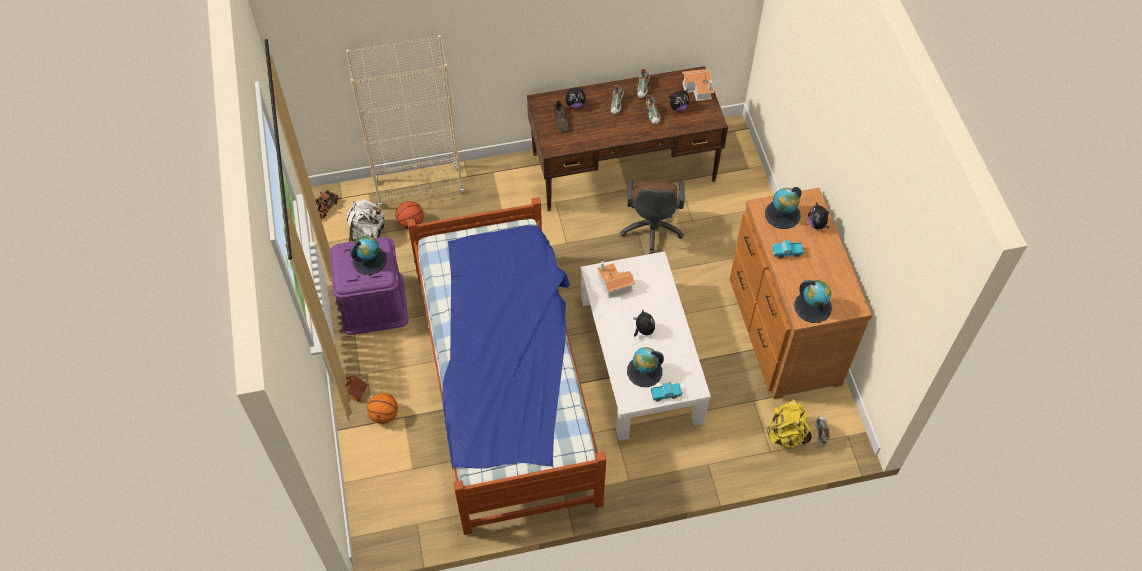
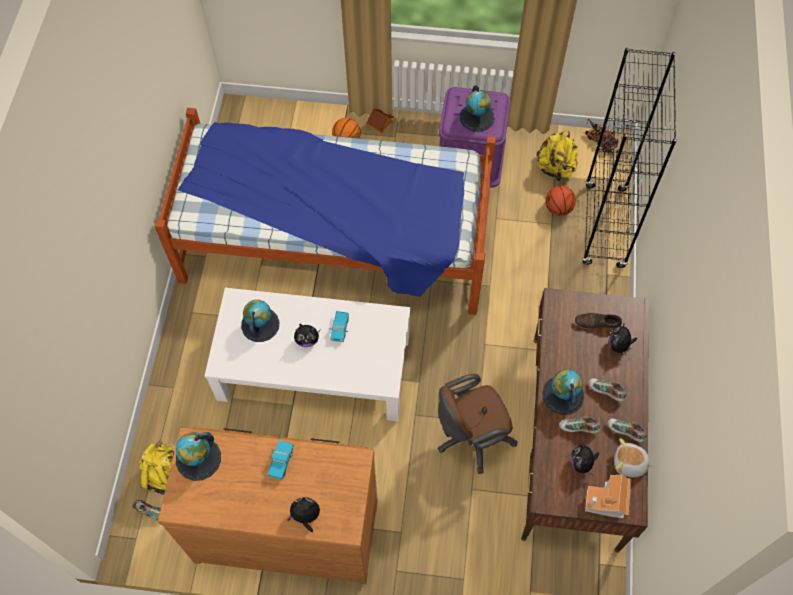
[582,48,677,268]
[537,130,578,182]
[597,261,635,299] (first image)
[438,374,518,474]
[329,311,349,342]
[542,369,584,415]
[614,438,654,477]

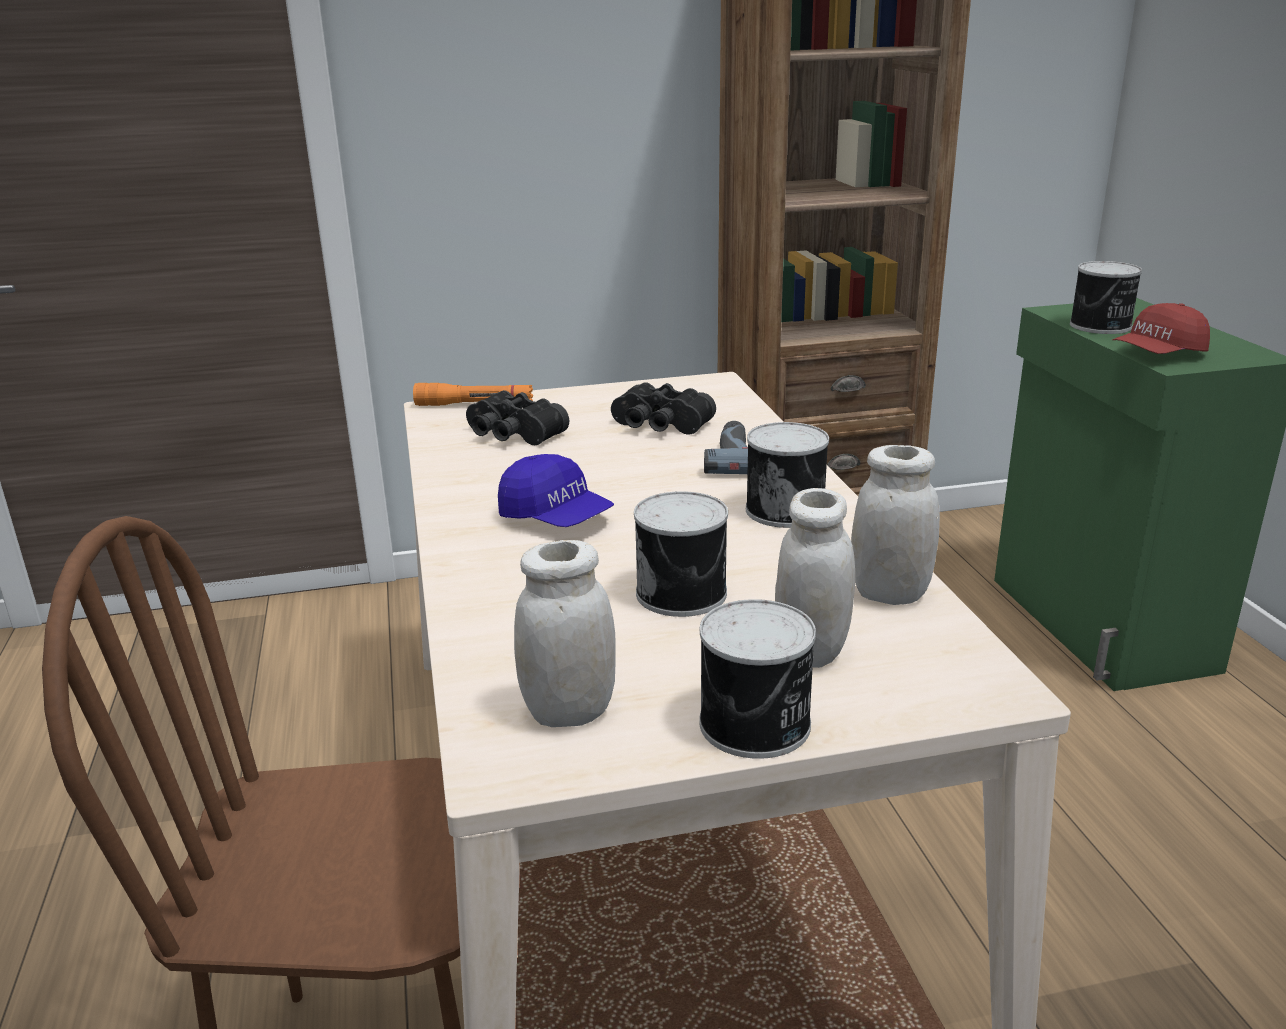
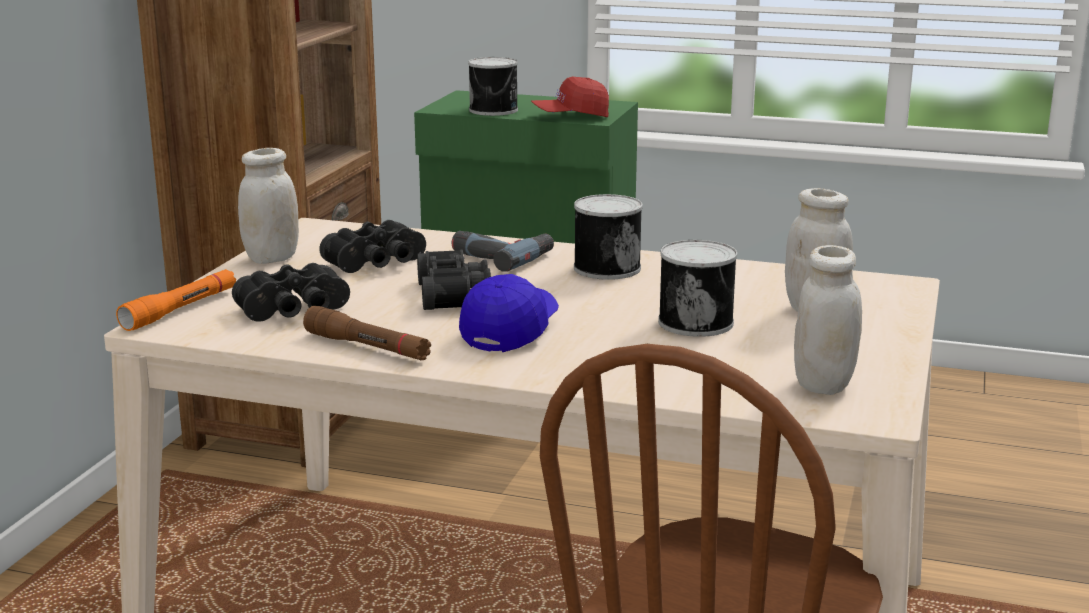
[459,274,559,352]
[699,599,816,759] (first image)
[238,148,299,264]
[531,77,609,117]
[303,306,431,360]
[417,250,491,310]

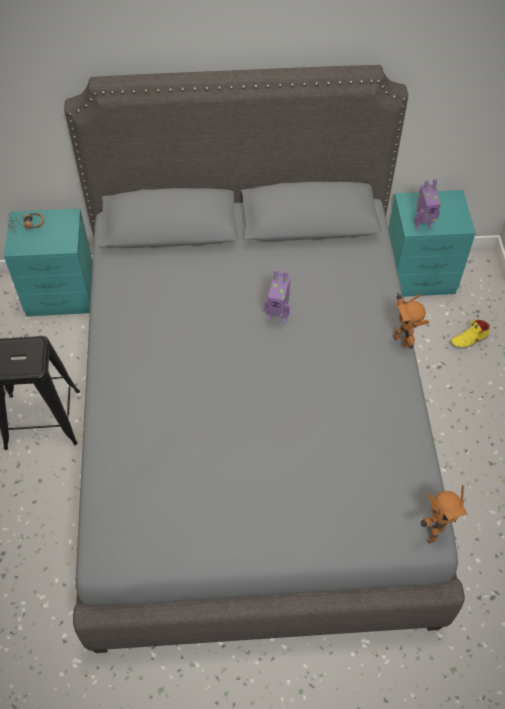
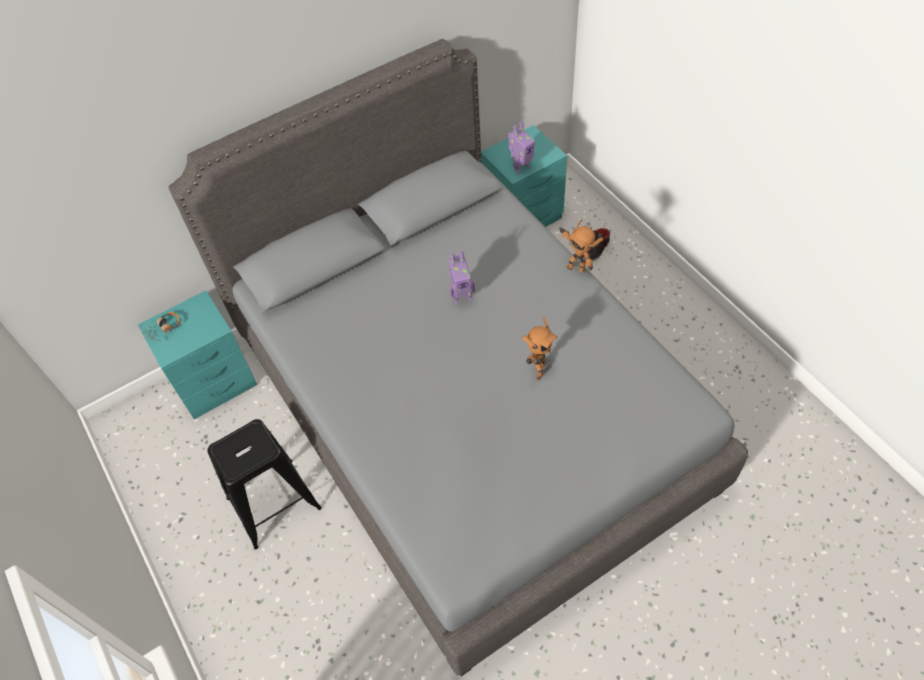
[522,317,558,380]
[583,228,610,262]

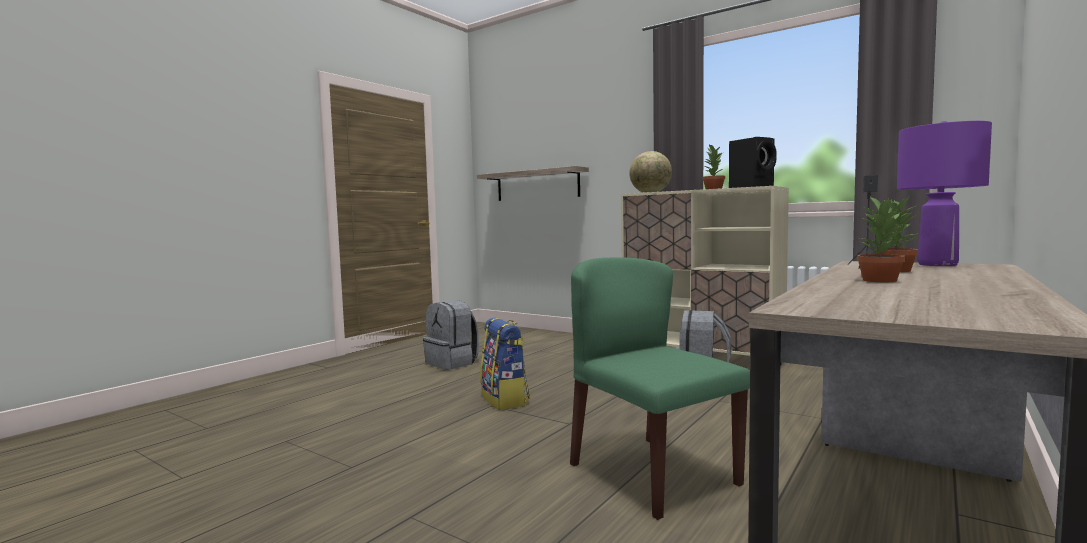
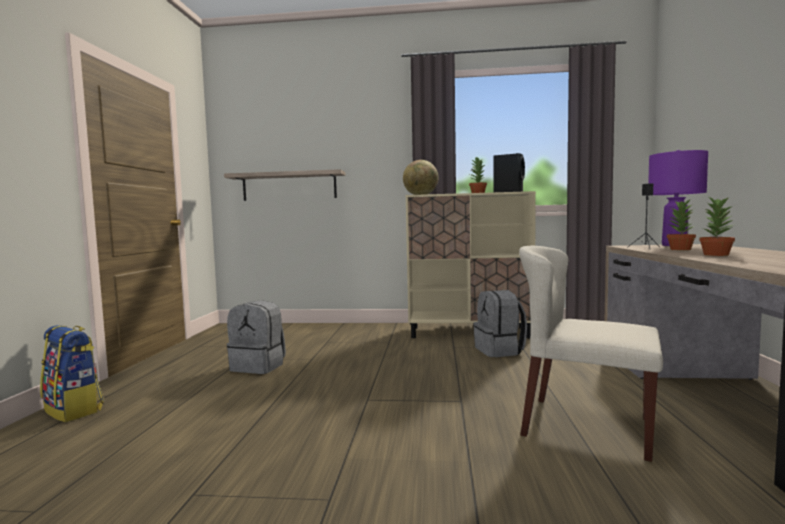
[40,325,104,422]
[519,246,663,462]

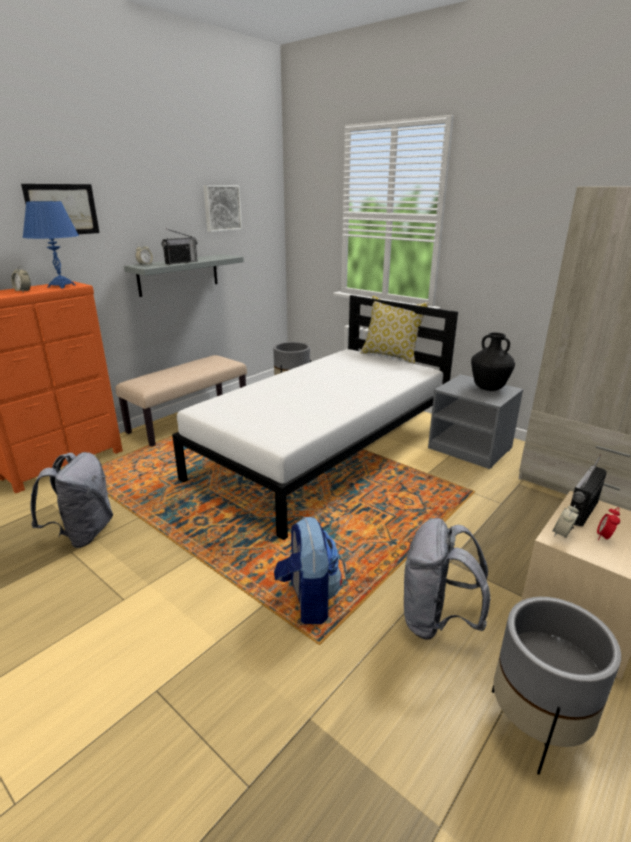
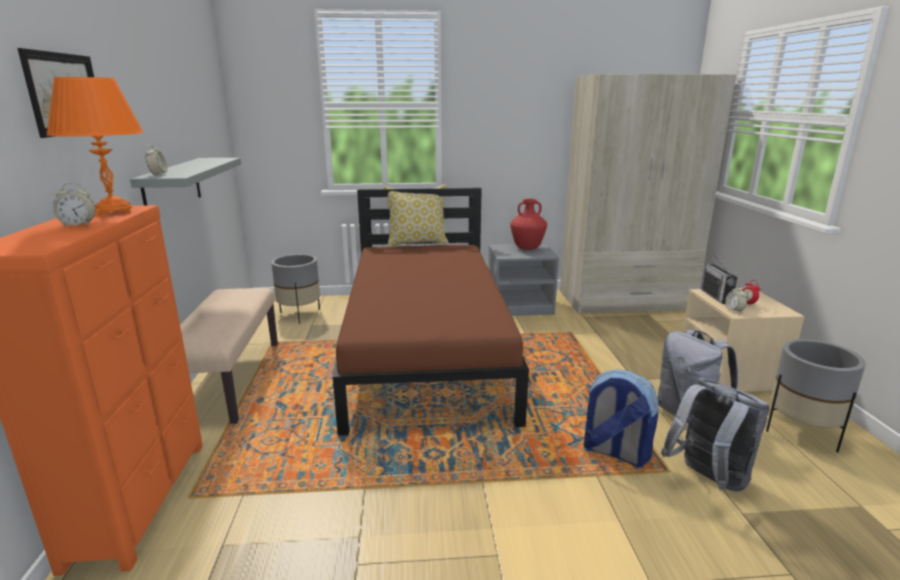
[46,77,144,216]
[661,378,770,492]
[161,229,198,265] (first image)
[333,188,529,435]
[203,185,242,232] (first image)
[510,199,547,250]

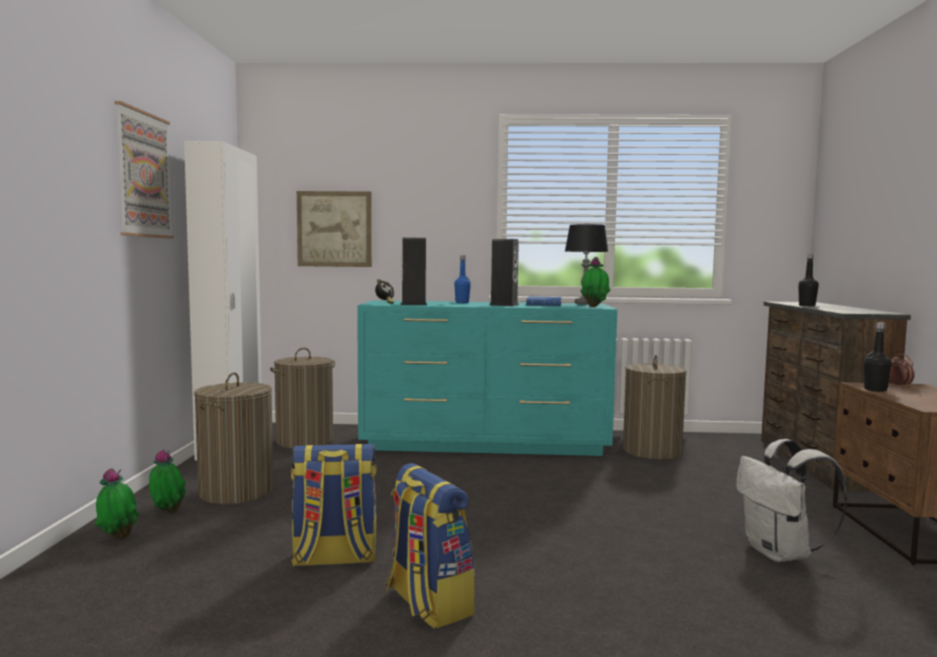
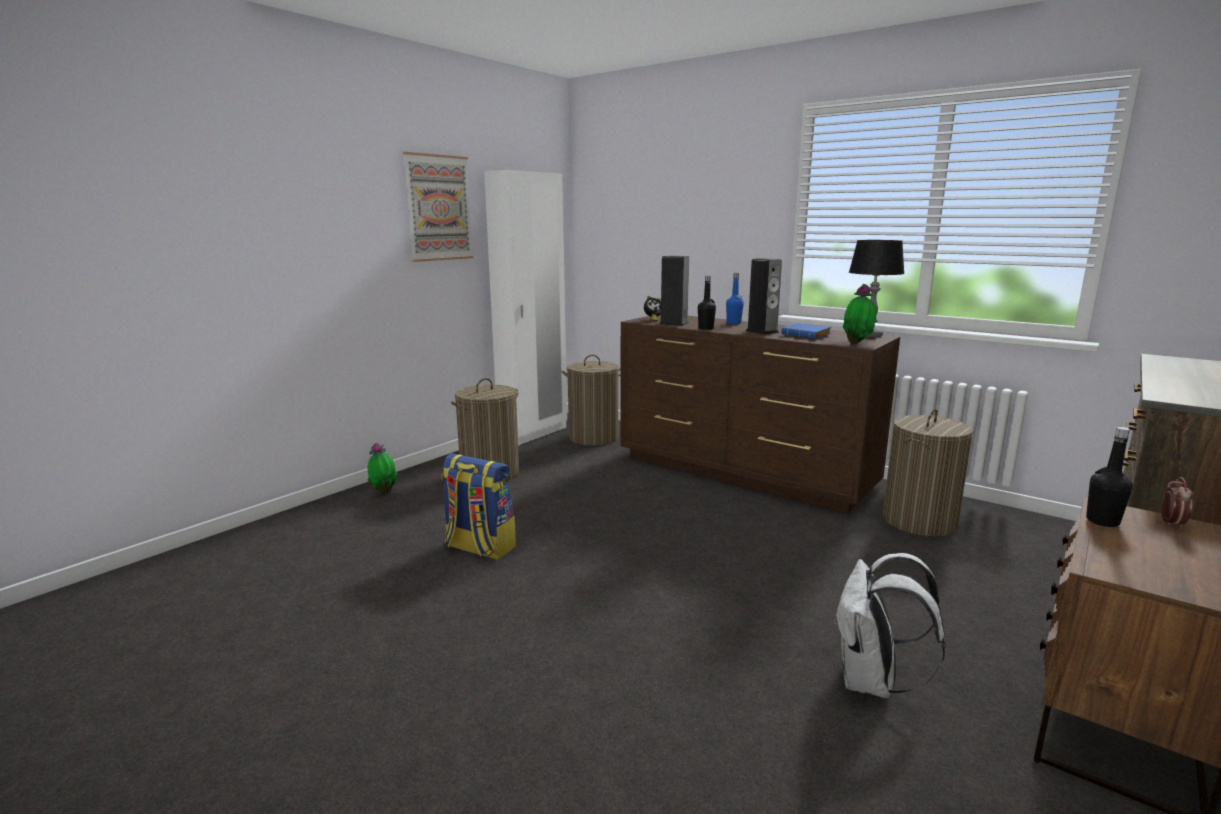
[149,450,186,513] (first image)
[297,191,372,267] (first image)
[620,314,900,513]
[386,463,475,629] (first image)
[698,276,716,330]

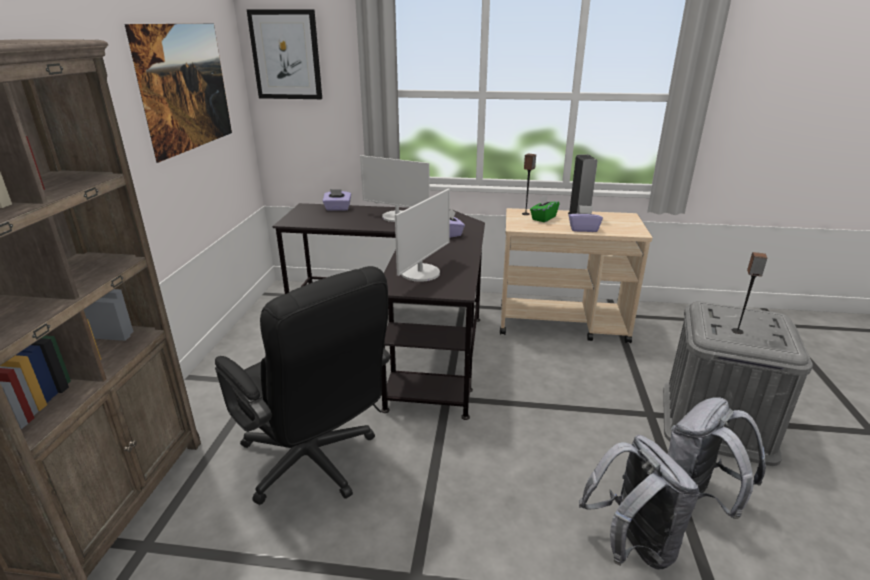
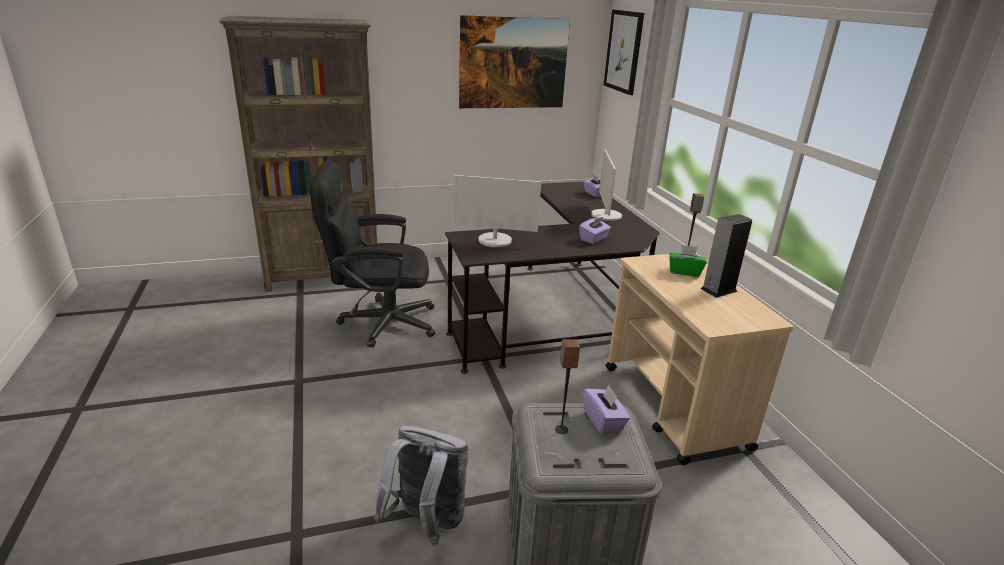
[310,160,435,348]
[583,385,630,435]
[579,435,700,570] (first image)

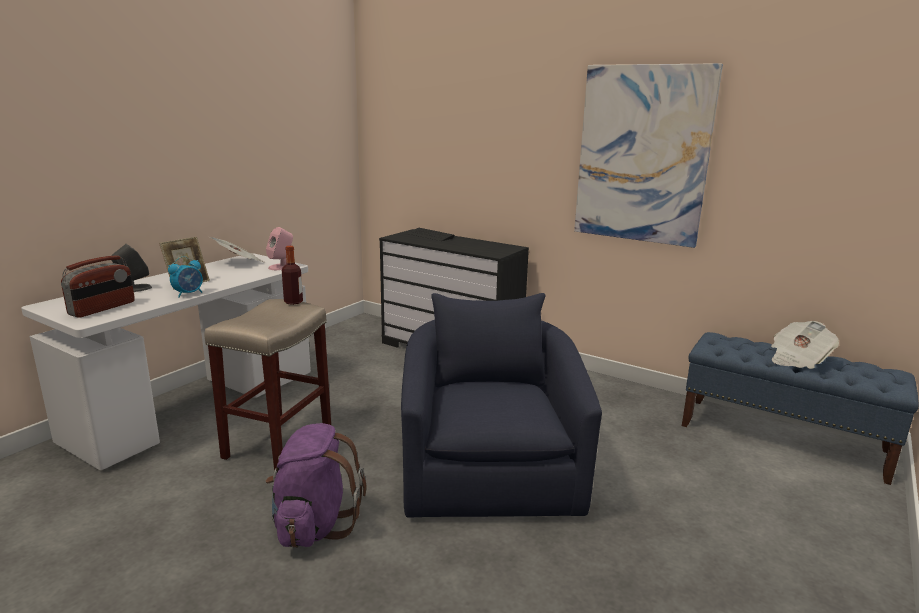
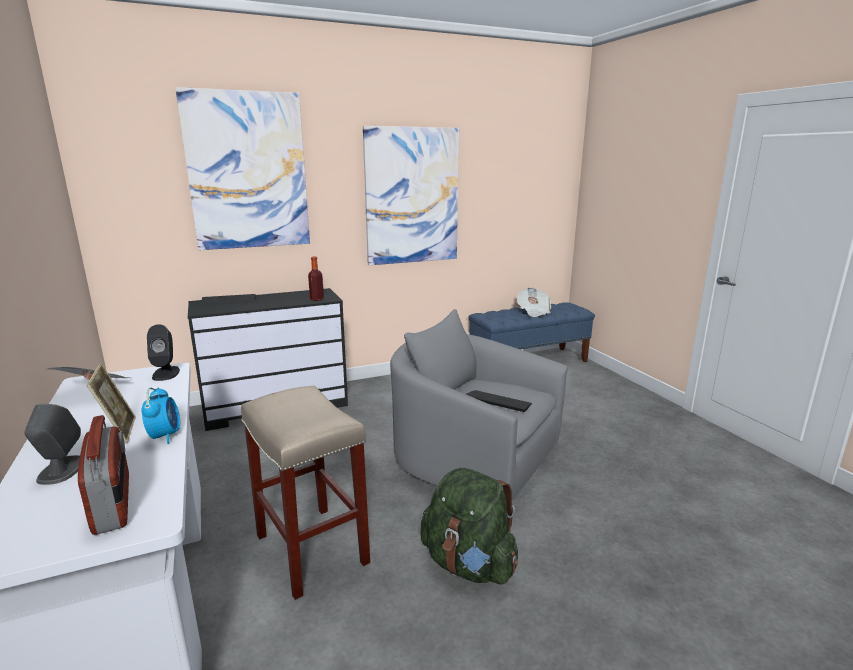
[147,324,180,381]
[420,468,518,585]
[308,256,324,301]
[390,309,568,501]
[175,87,310,250]
[466,390,532,412]

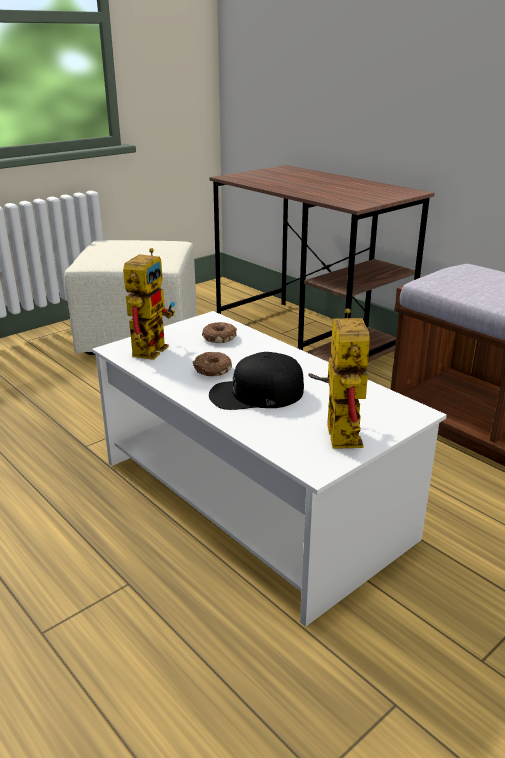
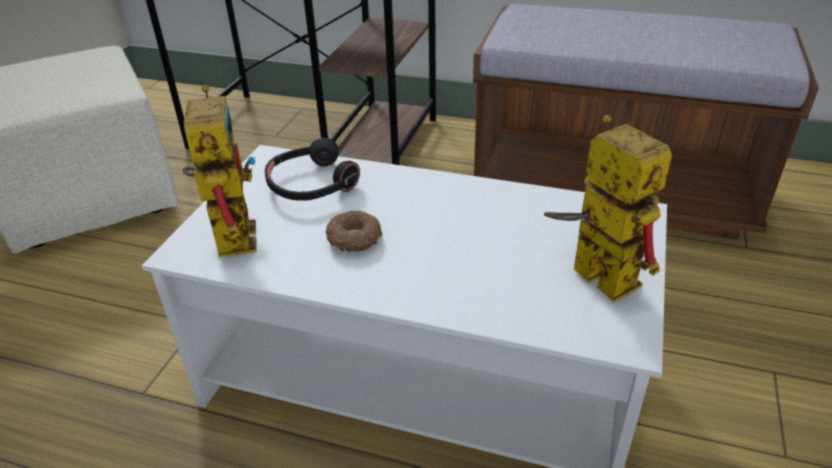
[265,138,360,201]
[209,352,304,410] (first image)

